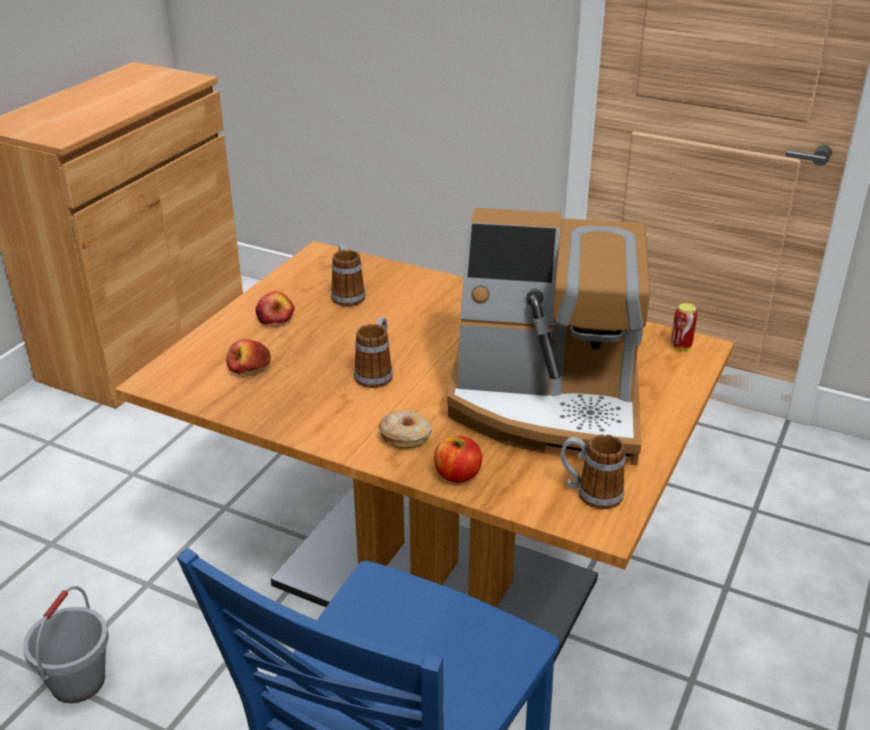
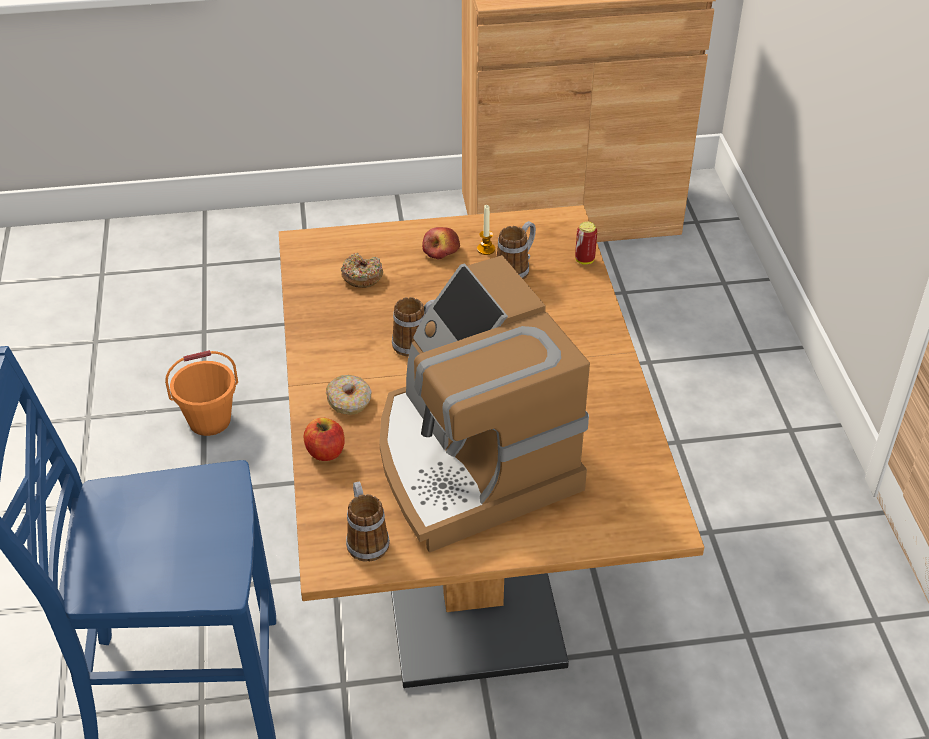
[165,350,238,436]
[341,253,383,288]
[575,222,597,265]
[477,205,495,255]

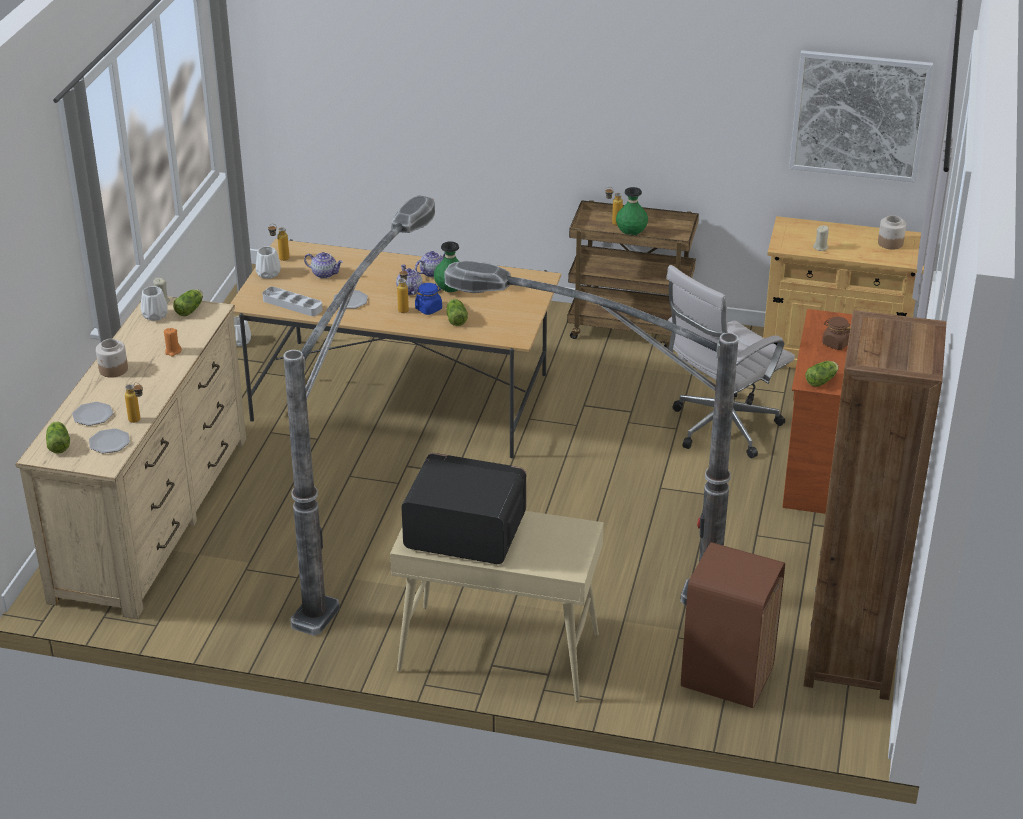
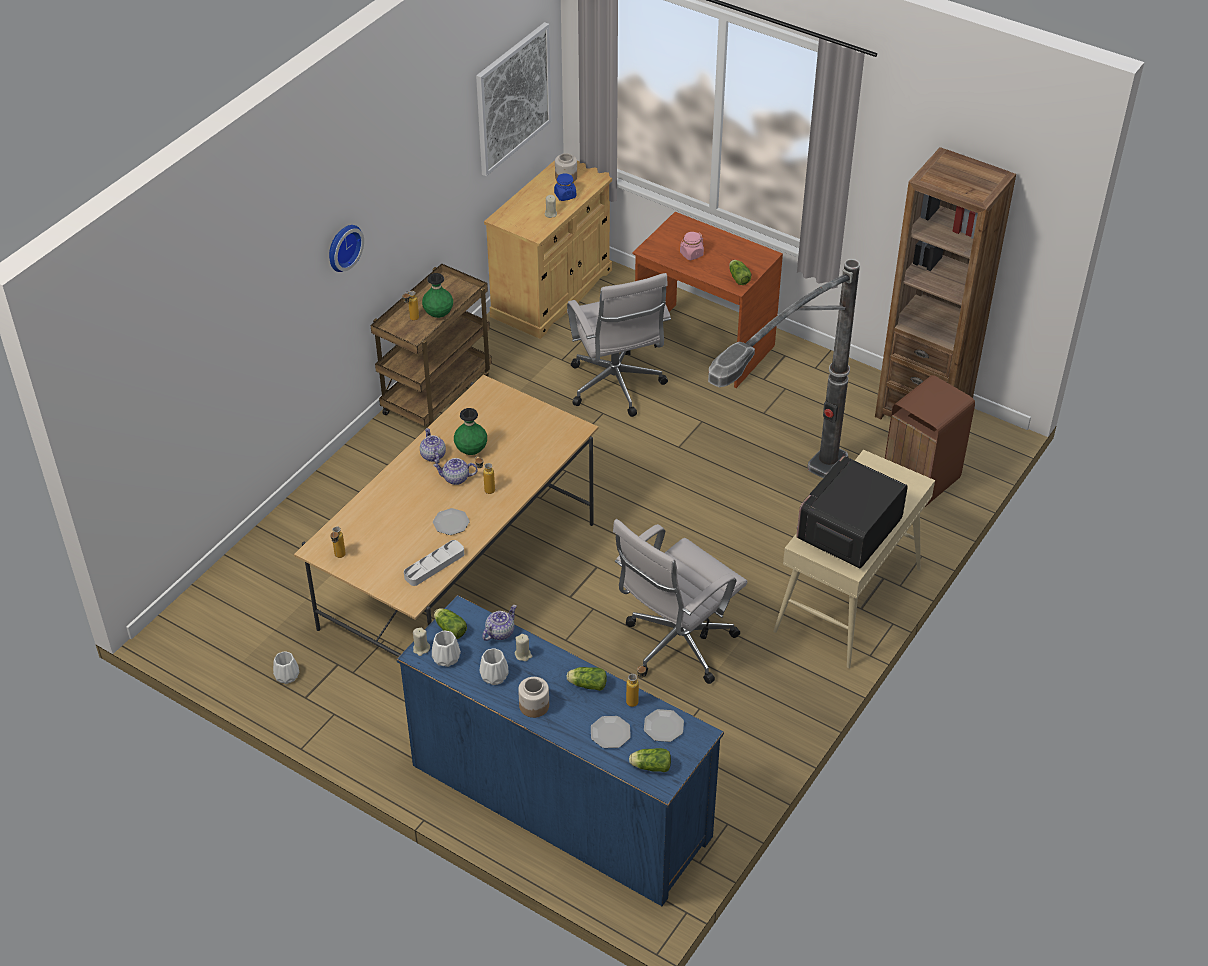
[396,595,724,906]
[515,634,532,661]
[480,648,508,685]
[613,519,747,684]
[482,605,517,641]
[554,173,576,201]
[567,667,607,691]
[680,232,704,260]
[329,225,364,272]

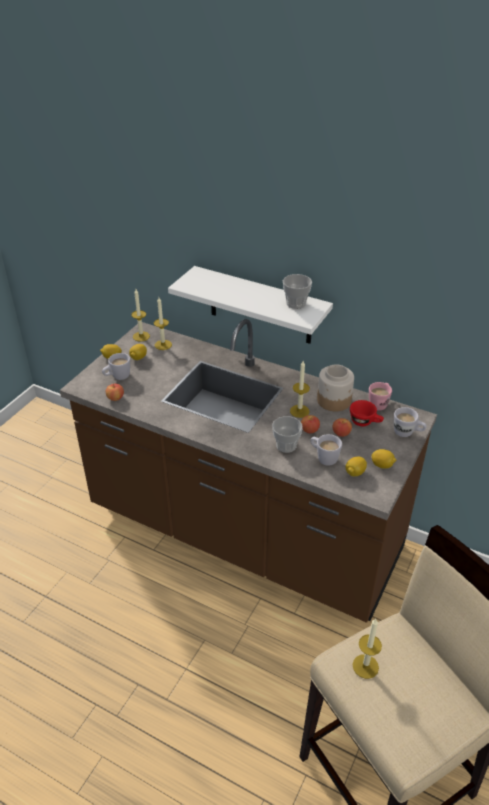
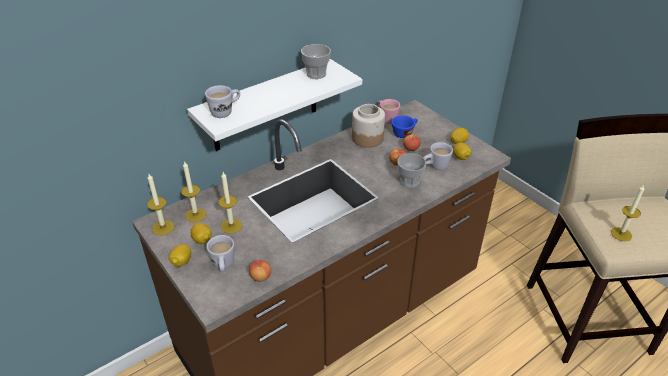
[218,172,243,234]
[391,116,418,138]
[205,85,240,118]

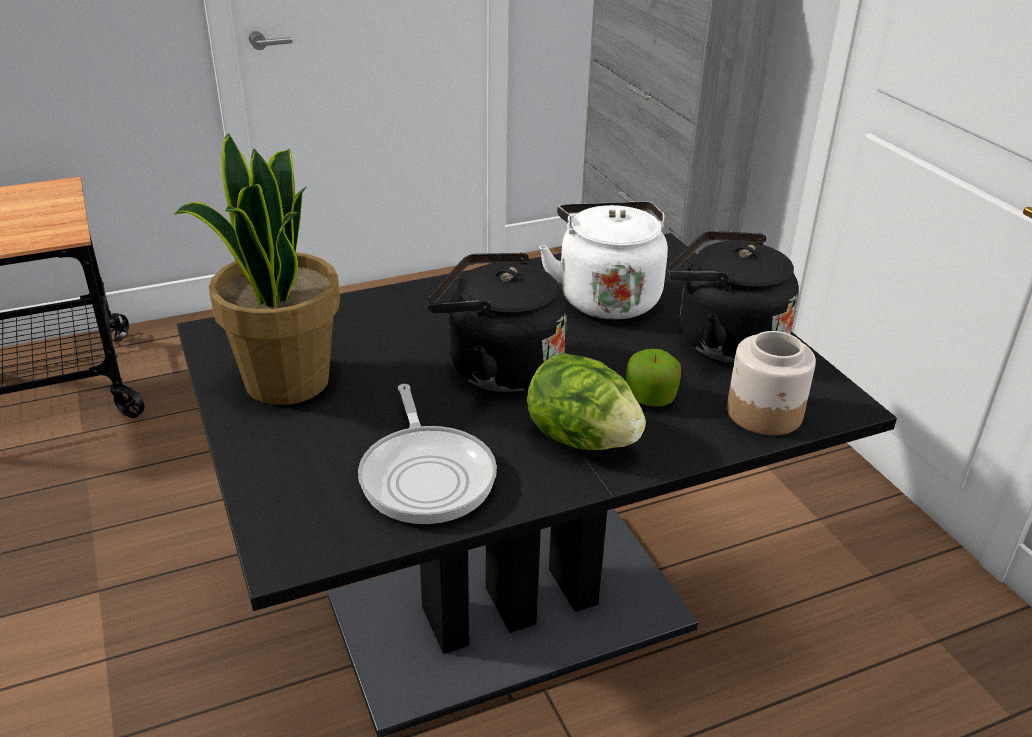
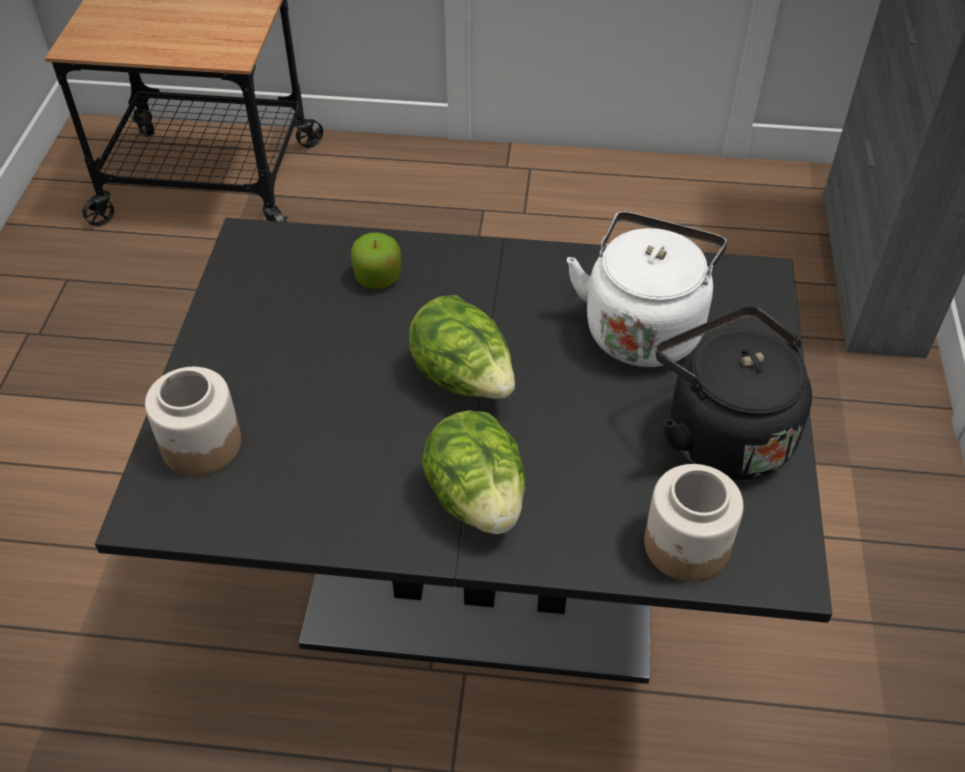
[175,134,340,405] (first image)
[358,384,497,524] (first image)
[409,295,515,399]
[351,232,401,289]
[145,367,241,476]

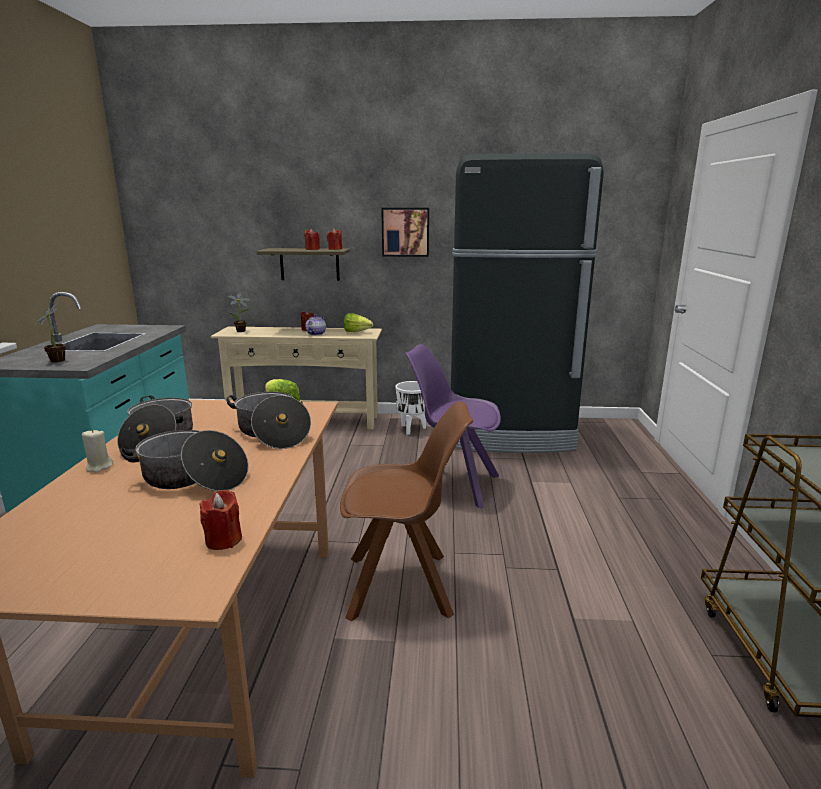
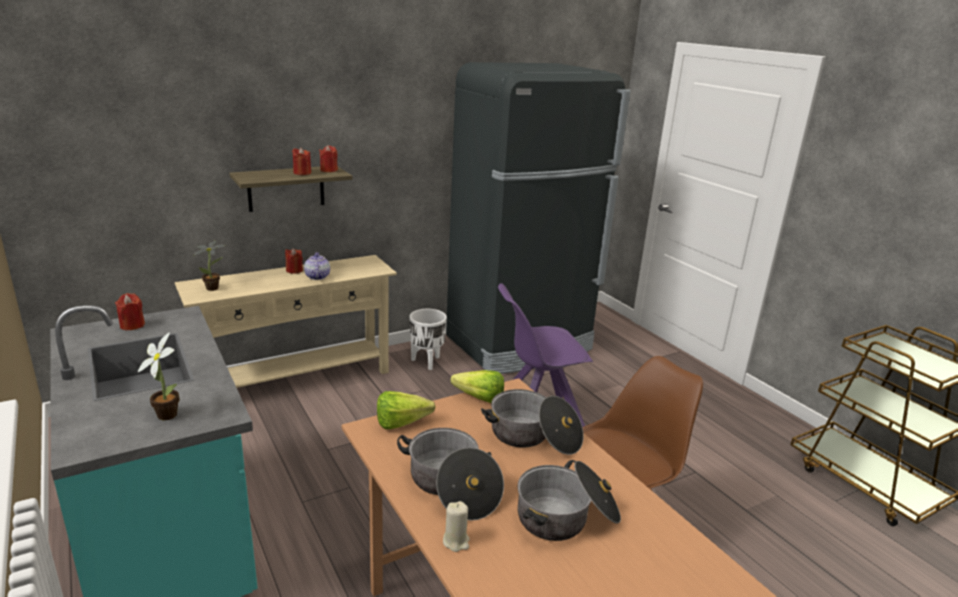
[115,293,145,330]
[377,391,436,429]
[381,208,429,257] (first image)

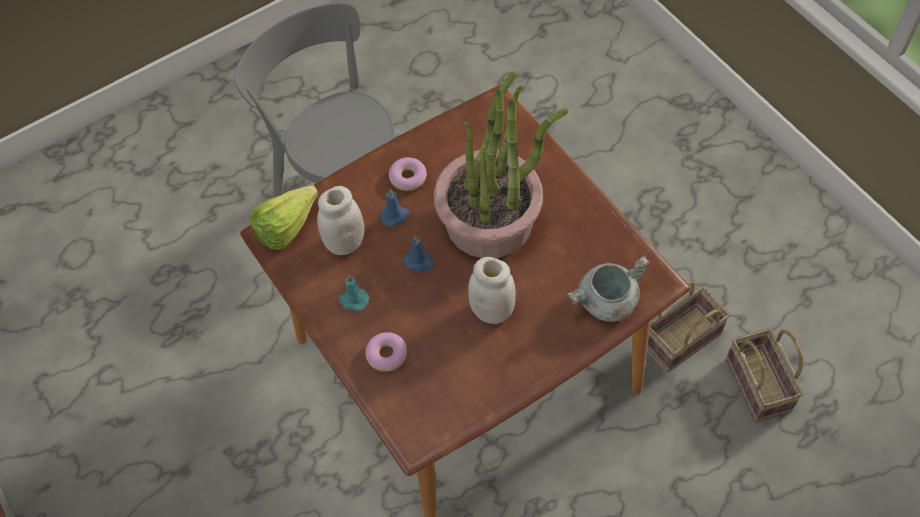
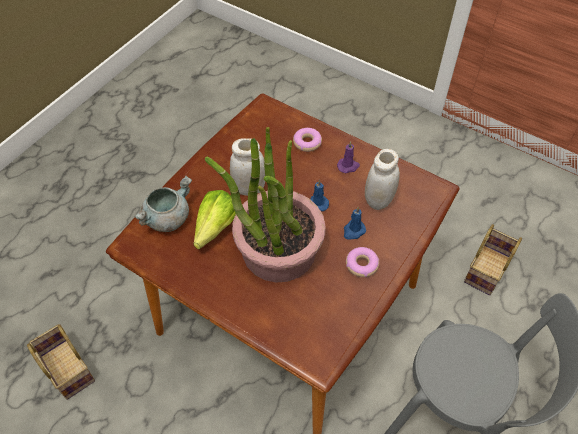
[193,190,236,249]
[337,141,360,173]
[464,224,522,295]

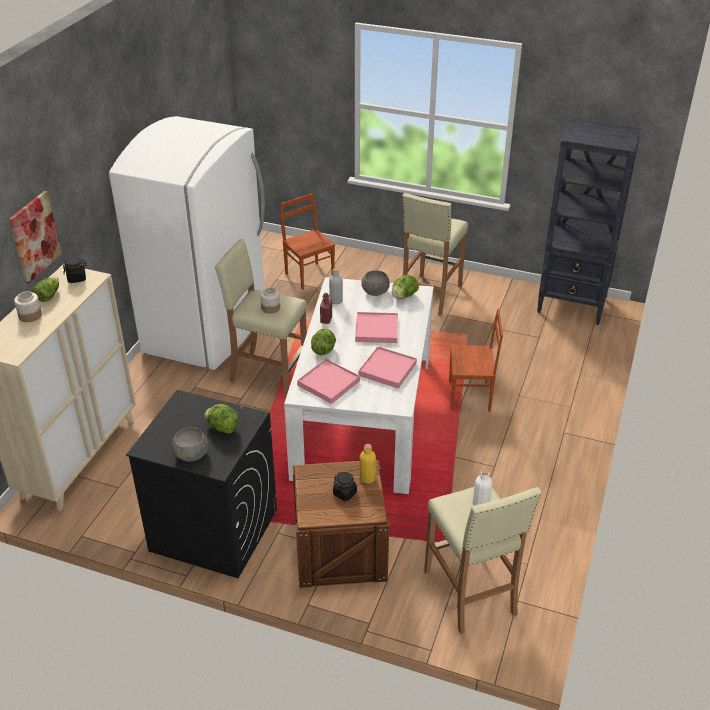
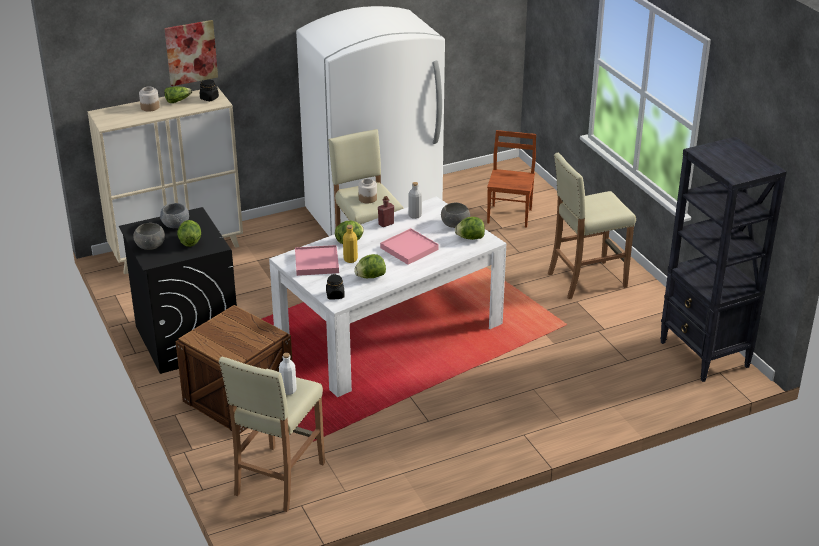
[326,274,345,300]
[354,254,386,278]
[343,225,358,263]
[449,308,503,411] (first image)
[160,203,189,228]

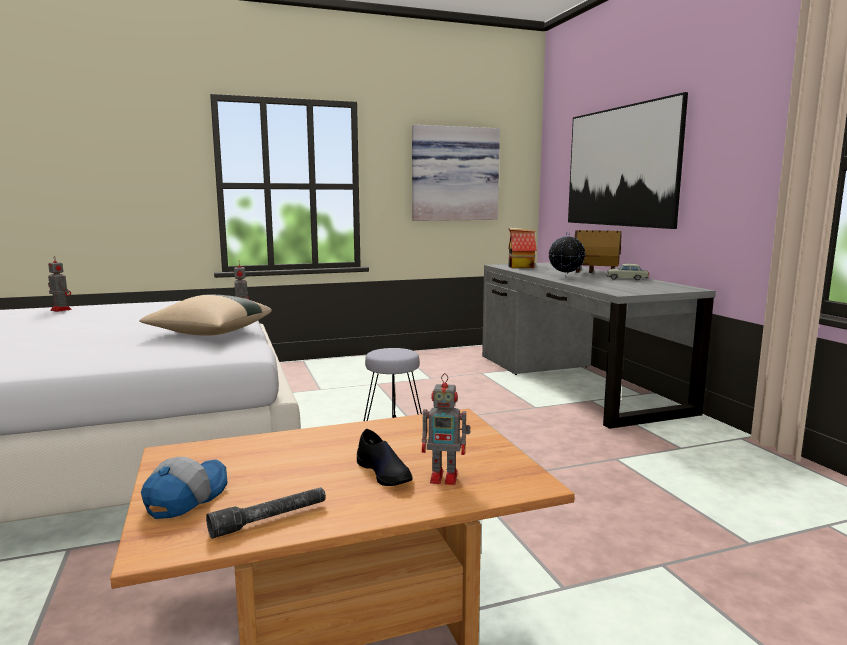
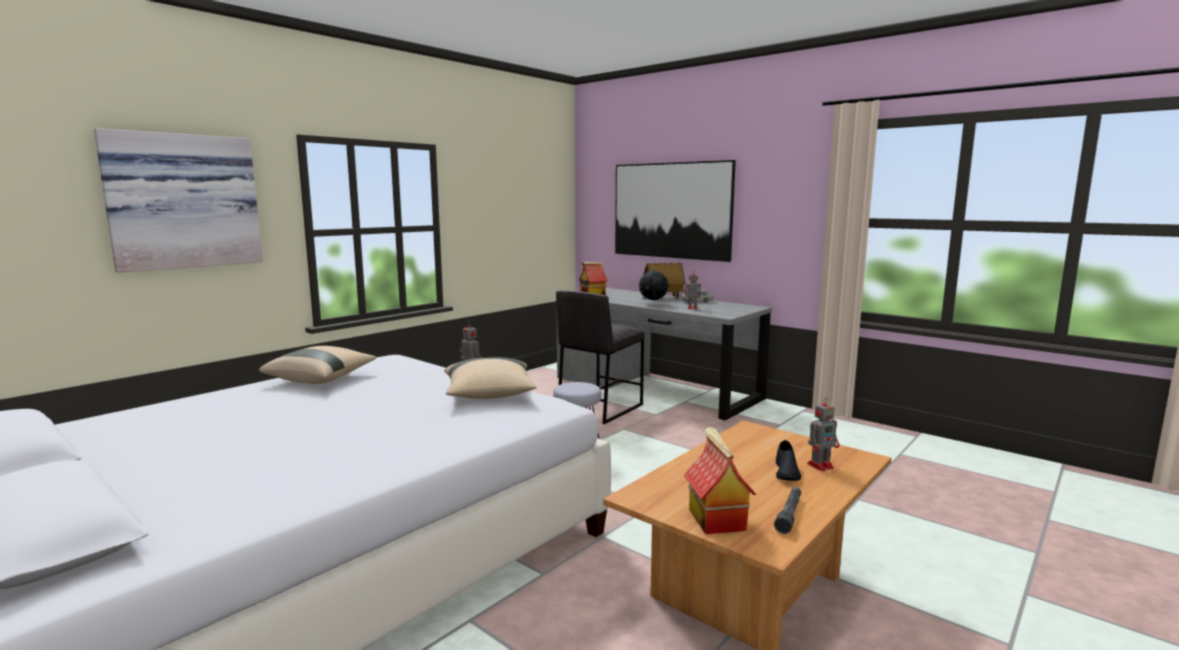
[684,270,701,309]
[684,427,756,534]
[776,440,801,481]
[94,128,263,273]
[259,346,377,384]
[556,290,644,424]

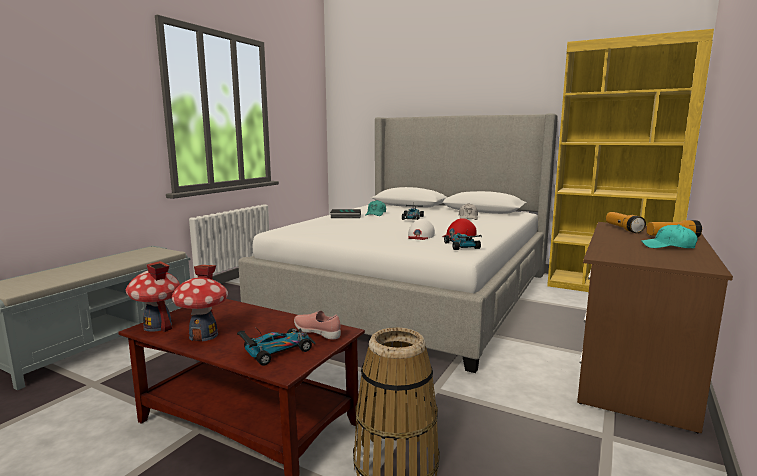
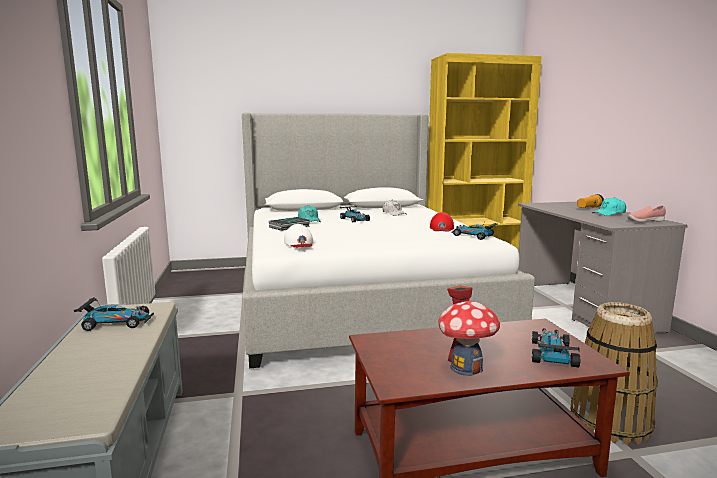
[126,261,180,332] (first image)
[627,205,666,222]
[284,224,314,248]
[518,202,688,333]
[606,212,646,233] (first image)
[74,298,154,331]

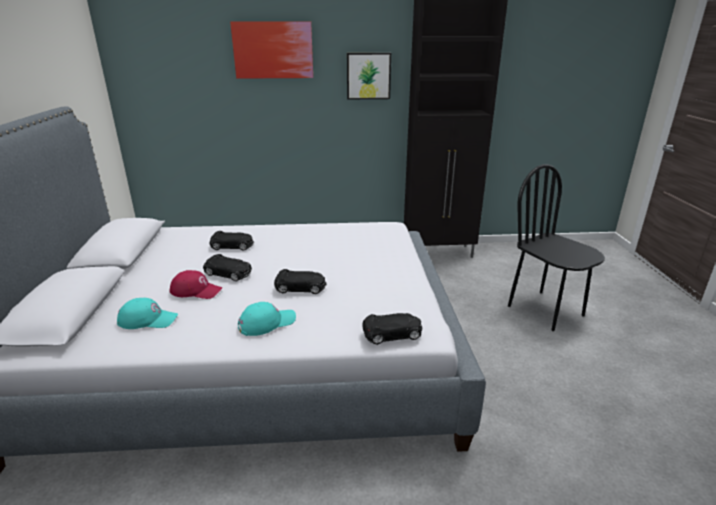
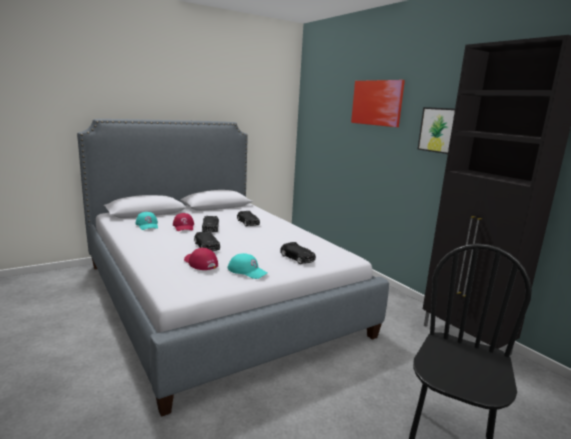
[227,253,268,279]
[280,242,316,264]
[184,248,218,270]

